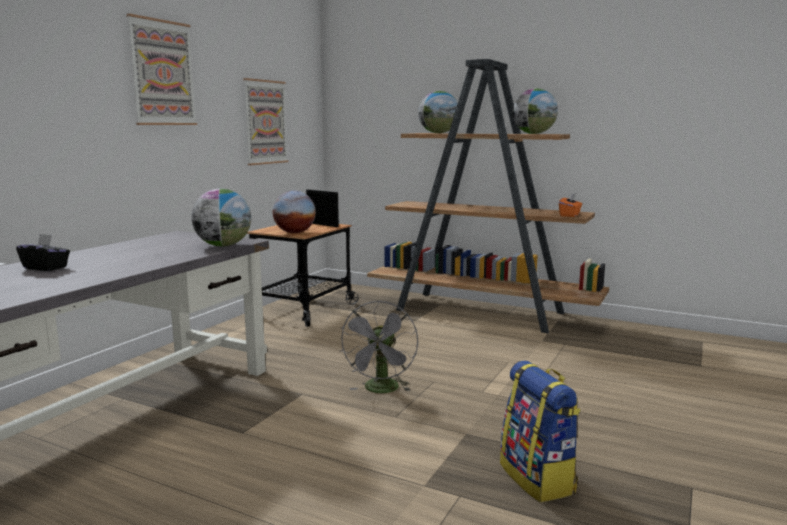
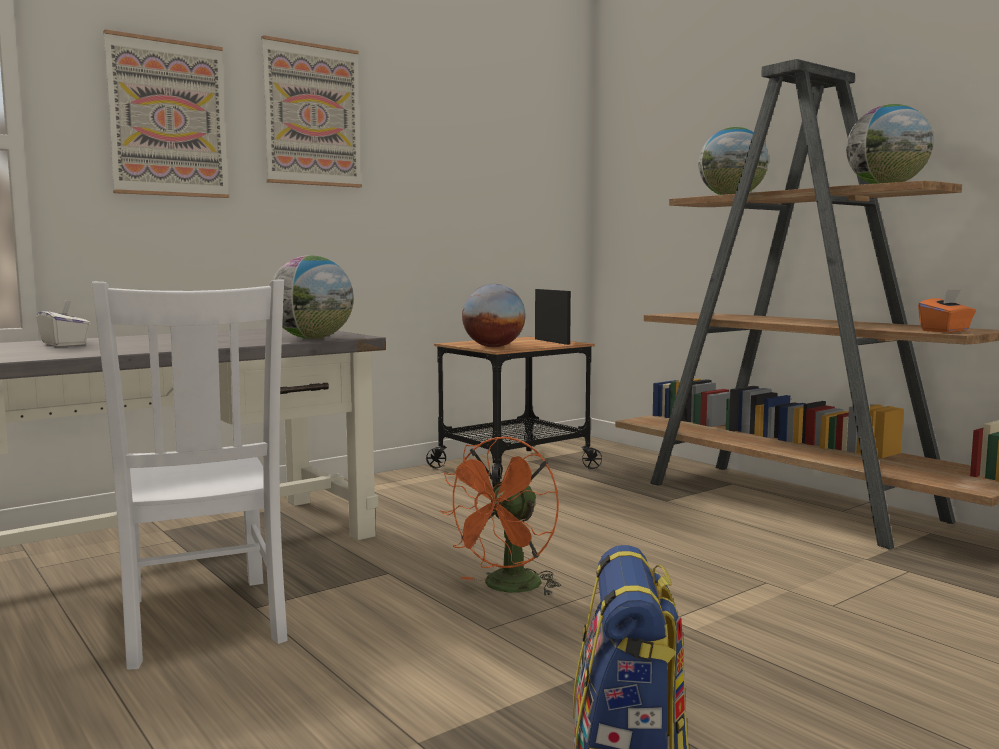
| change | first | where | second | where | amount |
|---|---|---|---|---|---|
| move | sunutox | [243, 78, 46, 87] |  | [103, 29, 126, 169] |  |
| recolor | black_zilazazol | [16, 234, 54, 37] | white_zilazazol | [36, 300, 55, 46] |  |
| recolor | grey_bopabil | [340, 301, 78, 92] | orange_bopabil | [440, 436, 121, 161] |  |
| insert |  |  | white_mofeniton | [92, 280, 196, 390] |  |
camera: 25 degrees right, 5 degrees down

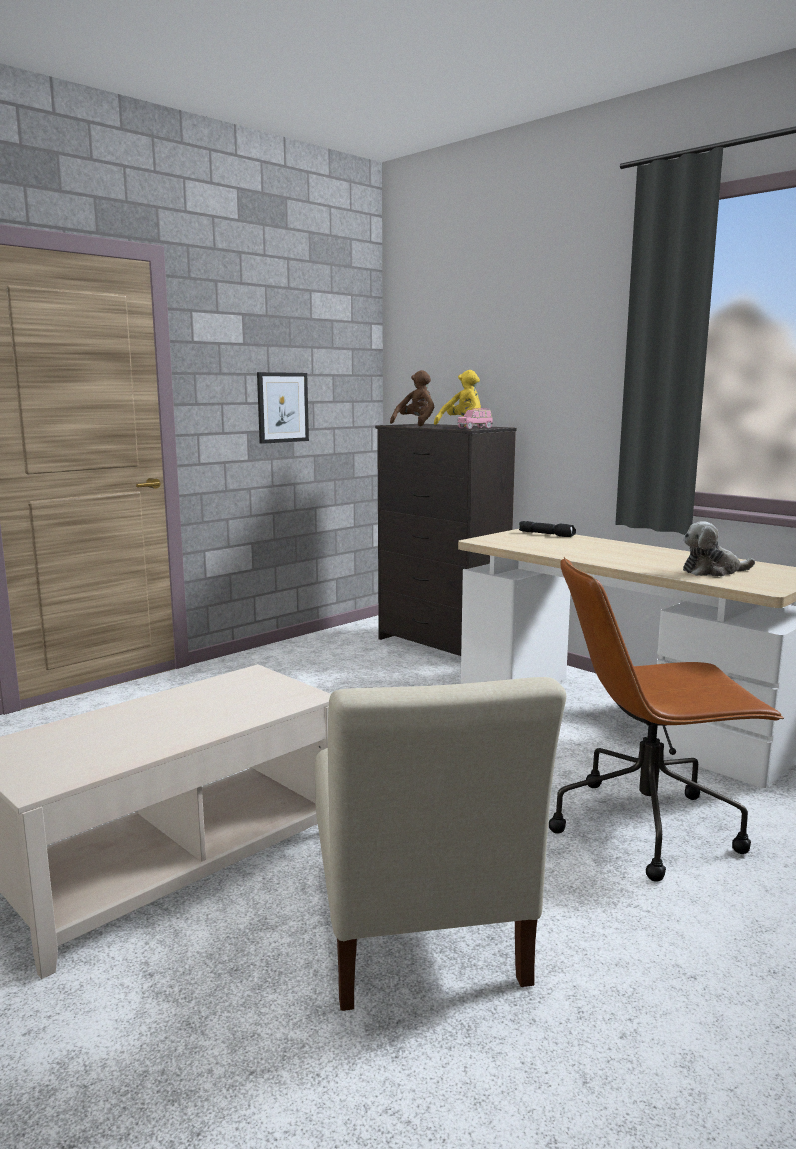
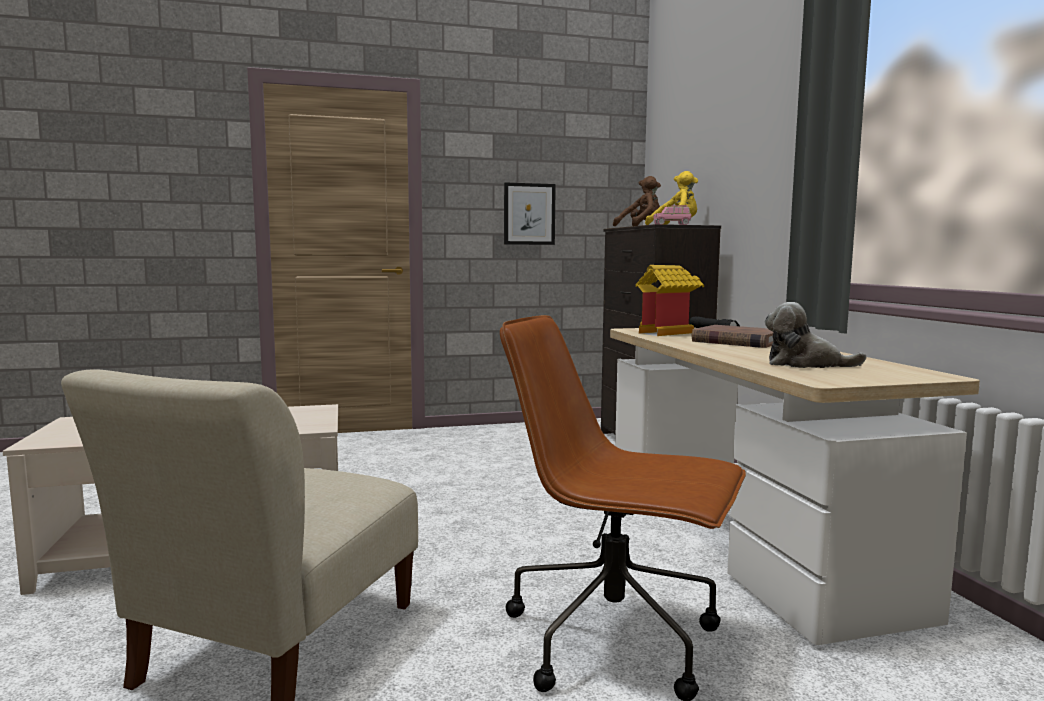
| change | first | where | second | where | amount |
|---|---|---|---|---|---|
| insert |  |  | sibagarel | [636, 265, 68, 71] |  |
| insert |  |  | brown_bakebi | [691, 325, 82, 23] |  |
camera: 30 degrees right, 5 degrees down

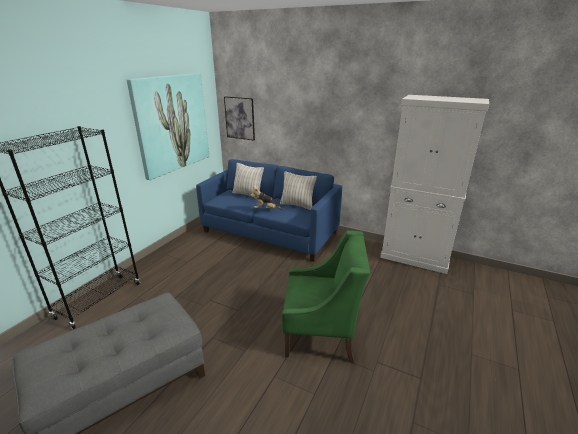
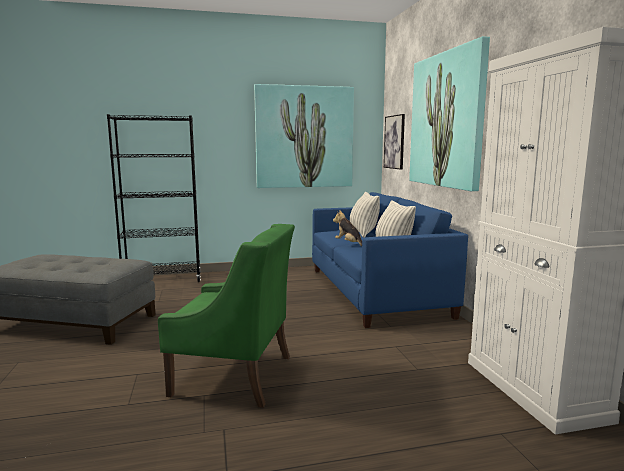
| change | first | where | second | where | amount |
|---|---|---|---|---|---|
| rotate | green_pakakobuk | [281, 230, 89, 133] |  | [158, 224, 137, 184] | 45 degrees counterclockwise |
| insert |  |  | sunutox | [409, 36, 81, 155] |  |
camera: 50 degrees right, 15 degrees down

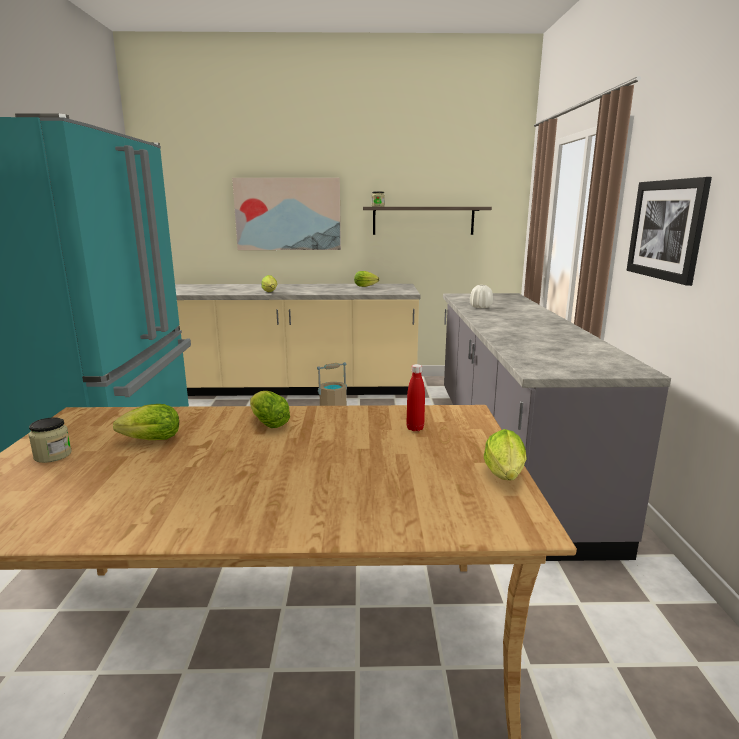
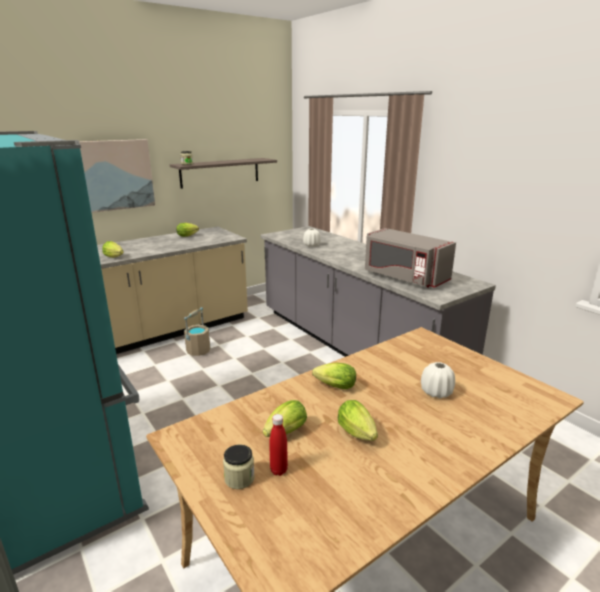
| change | first | where | second | where | amount |
|---|---|---|---|---|---|
| delete | sunutox | [627, 177, 85, 109] |  |  |  |
| move | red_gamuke | [406, 364, 19, 67] |  | [269, 414, 19, 62] |  |
| move | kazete | [484, 429, 42, 51] |  | [338, 400, 40, 41] |  |
| insert |  |  | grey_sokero | [365, 228, 91, 60] |  |
| insert |  |  | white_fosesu | [421, 362, 34, 37] |  |
camera: 35 degrees left, 5 degrees up

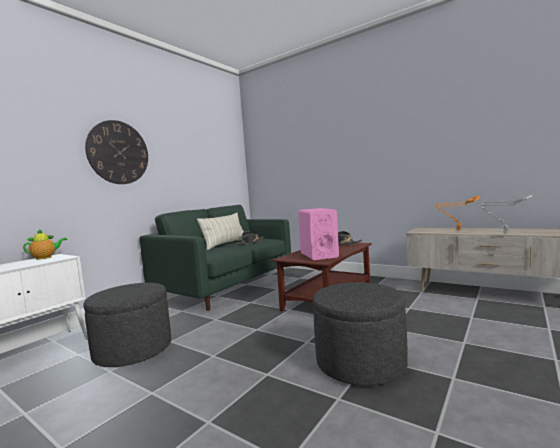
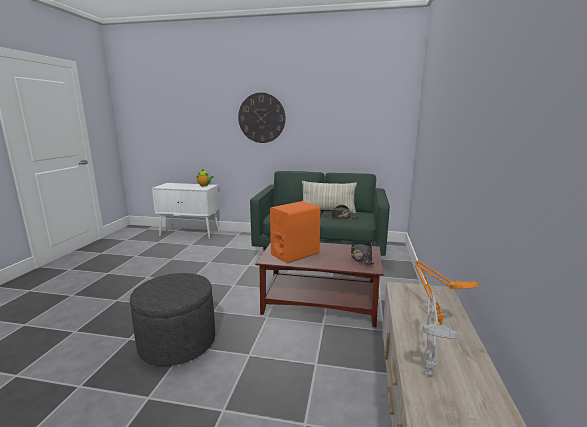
| change | first | where | second | where | amount |
|---|---|---|---|---|---|
| recolor | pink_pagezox | [298, 208, 41, 52] | orange_pagezox | [270, 201, 50, 63] |  |
| delete | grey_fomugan | [83, 283, 88, 84] |  |  |  |
camera: 65 degrees right, 10 degrees up

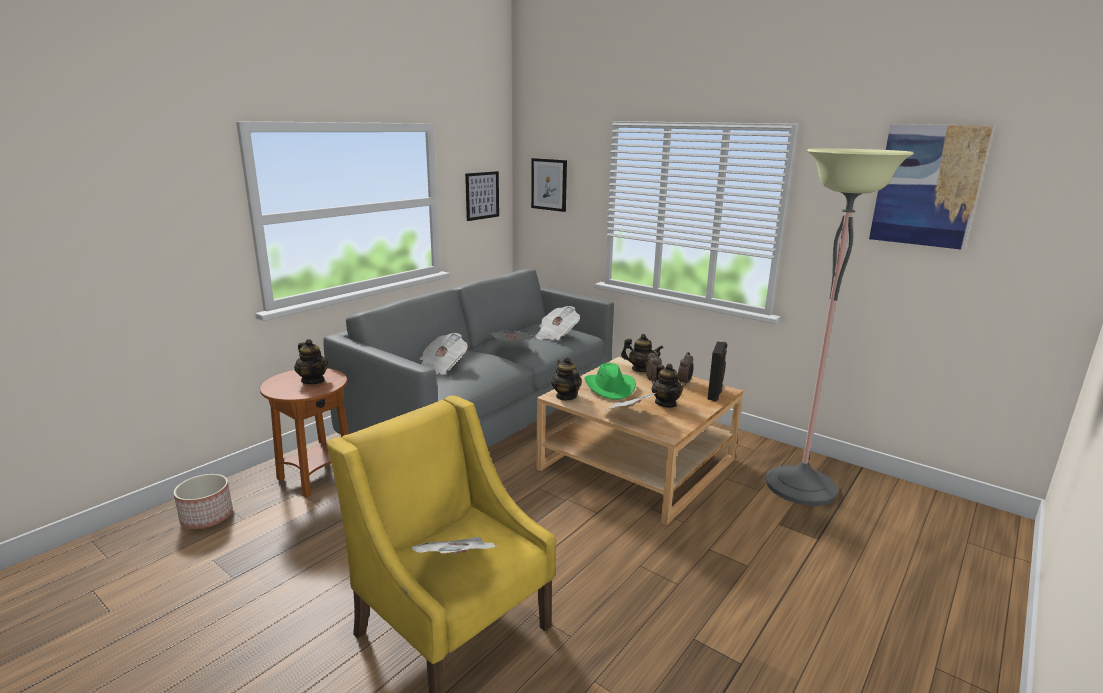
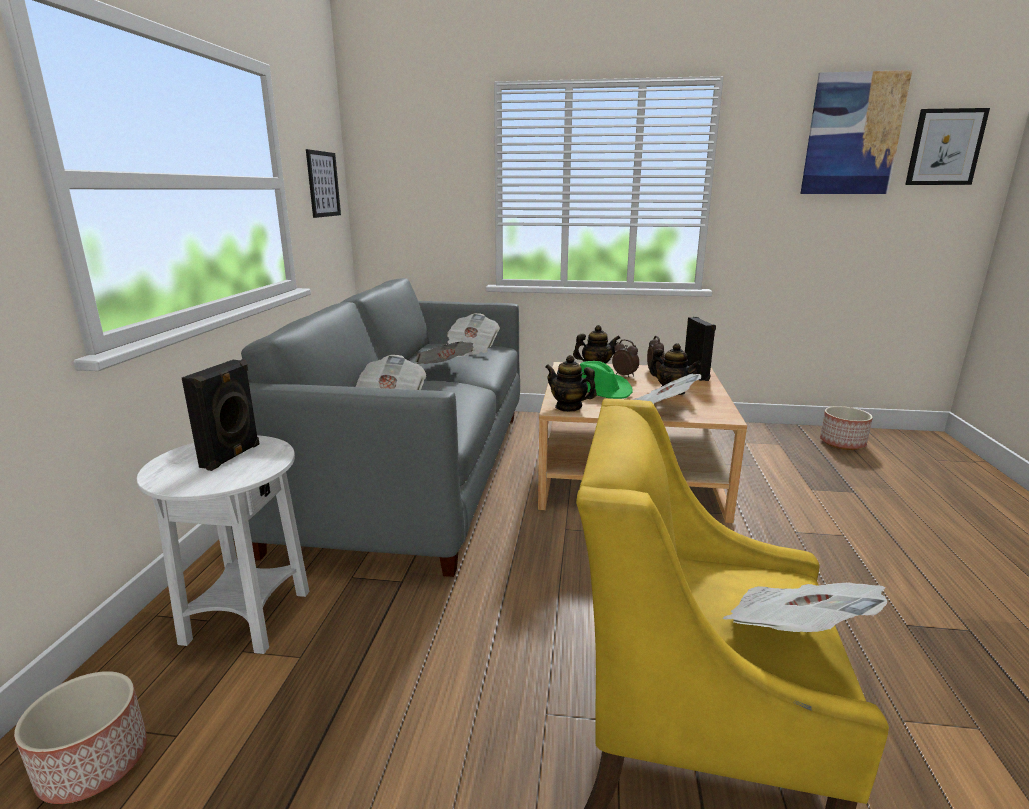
| change | first | where | second | where | amount |
|---|---|---|---|---|---|
| delete | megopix | [766, 148, 148, 358] |  |  |  |
| move | sunutox | [531, 158, 36, 54] |  | [905, 108, 85, 77] |  |
| replace | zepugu | [294, 339, 34, 45] | black_pagezox | [182, 359, 77, 112] |  |
| recolor | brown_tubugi | [260, 368, 89, 129] | white_tubugi | [137, 435, 172, 219] |  |
| insert |  |  | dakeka | [820, 406, 53, 44] |  |
camera: 30 degrees left, 0 degrees up

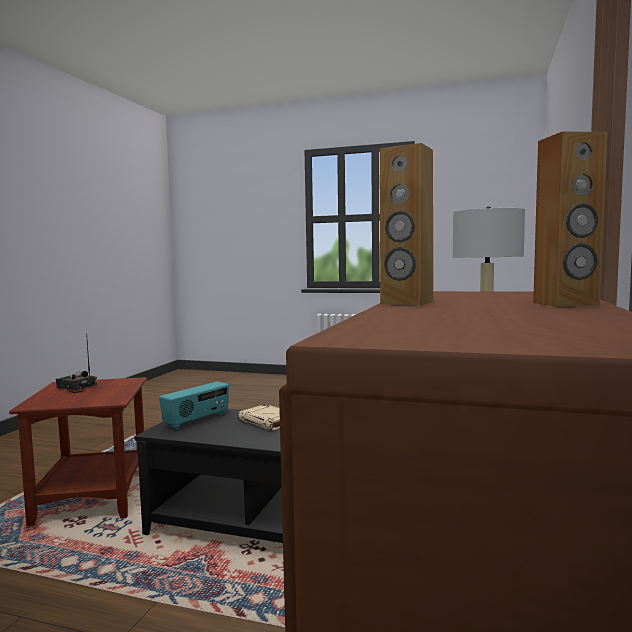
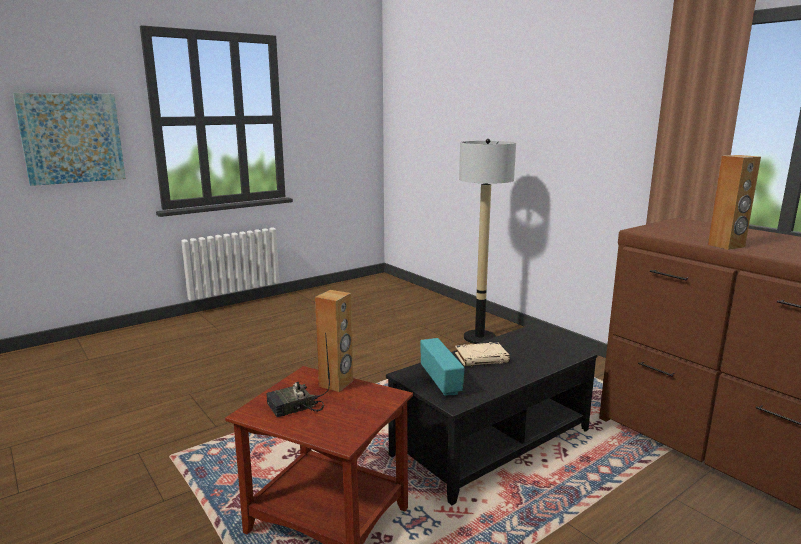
| change | first | where | second | where | amount |
|---|---|---|---|---|---|
| move | brown_pagezox | [533, 131, 74, 176] |  | [315, 290, 38, 102] |  |
| insert |  |  | sunutox | [13, 93, 113, 93] |  |
camera: 55 degrees left, 10 degrees up

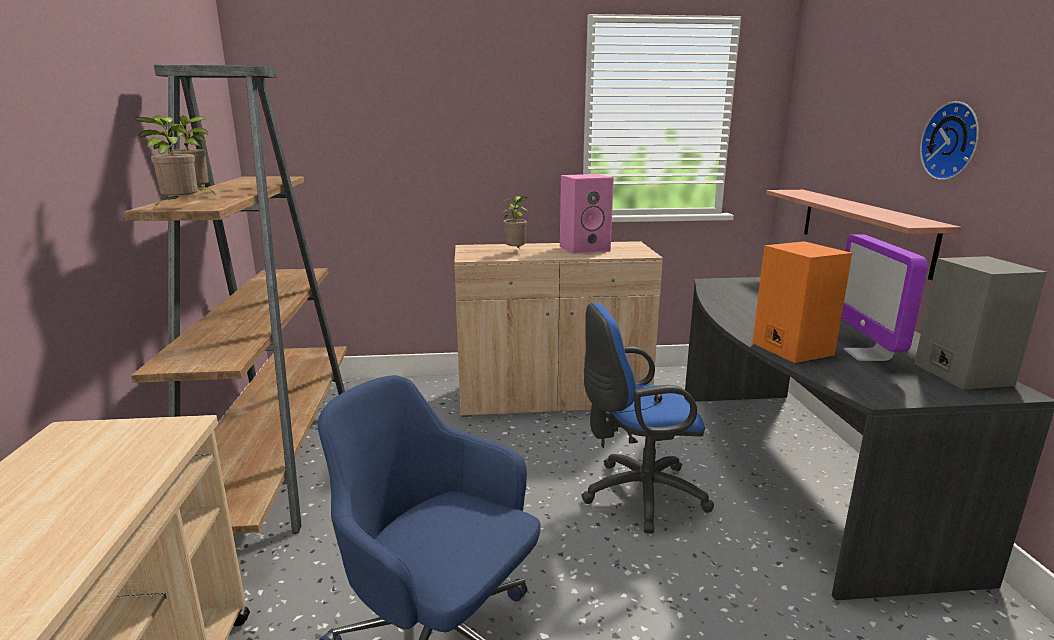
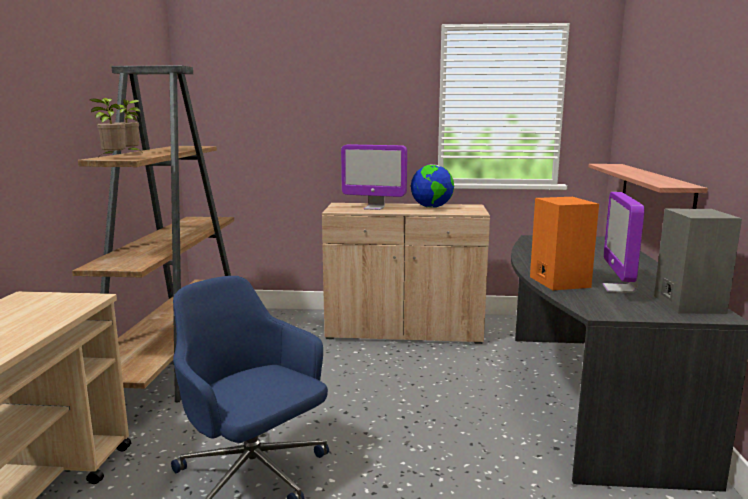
| change | first | where | second | where | amount |
|---|---|---|---|---|---|
| delete | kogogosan | [920, 101, 59, 79] |  |  |  |
| replace | pink_pagezox | [560, 174, 54, 80] | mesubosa | [411, 164, 43, 44] |  |
| replace | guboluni | [502, 196, 25, 53] | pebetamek | [341, 145, 66, 65] |  |
| delete | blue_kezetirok | [581, 303, 133, 230] |  |  |  |
camera: 10 degrees right, 5 degrees down

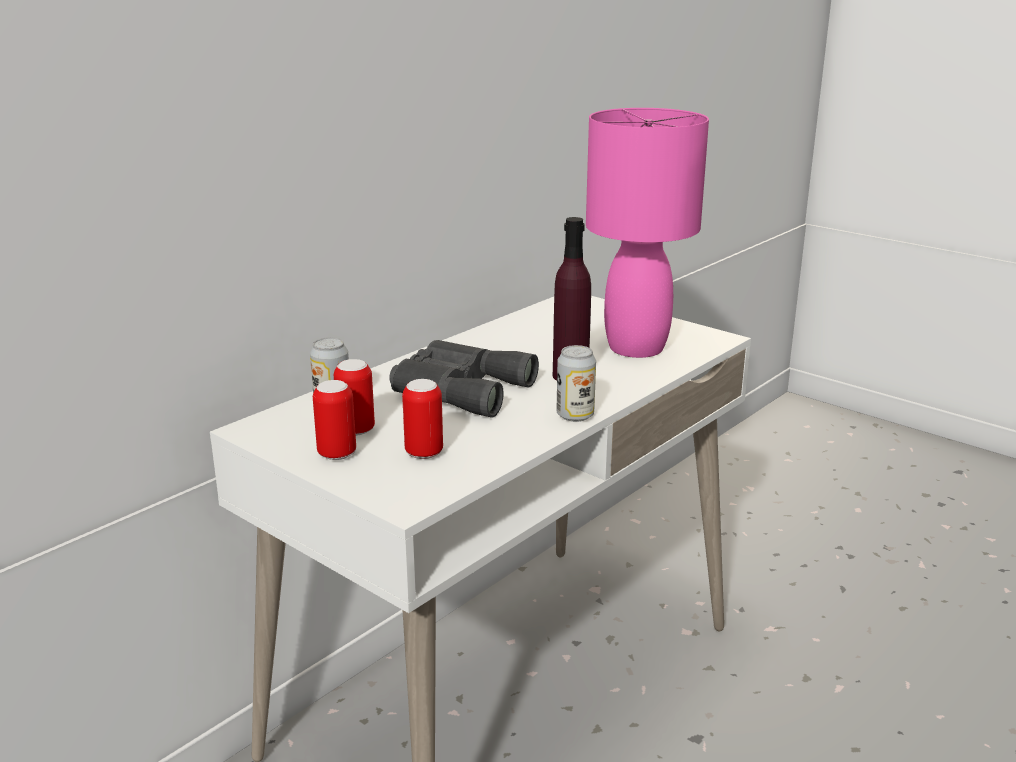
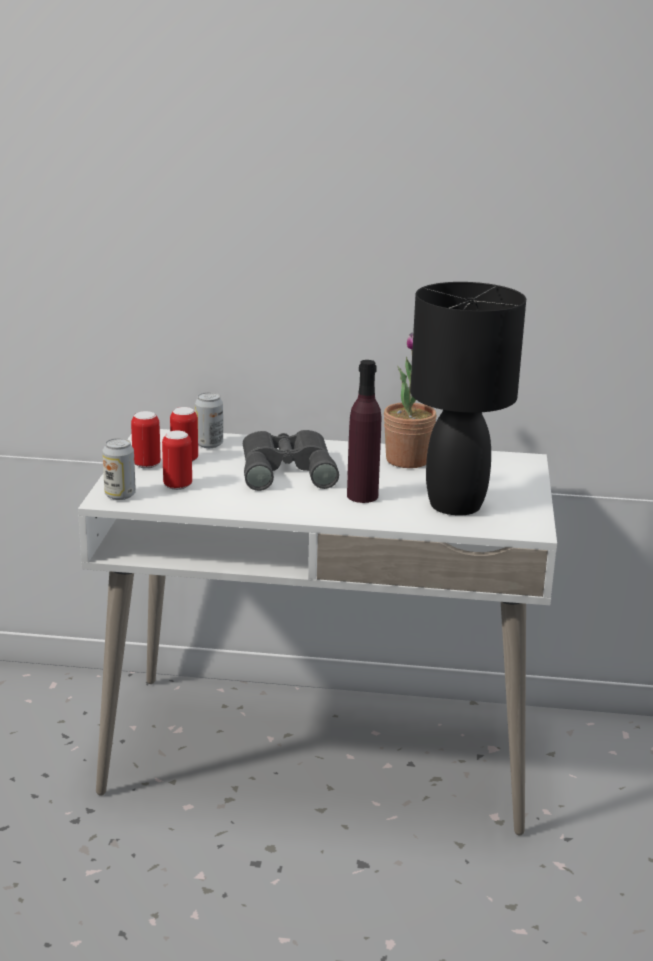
| change | first | where | second | where | amount |
|---|---|---|---|---|---|
| recolor | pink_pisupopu | [586, 108, 123, 250] | black_pisupopu | [410, 282, 116, 234] |  |
| move | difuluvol | [557, 345, 39, 77] |  | [102, 438, 34, 62] |  |
| insert |  |  | guboluni | [384, 333, 53, 135] |  |
camera: 55 degrees right, 0 degrees up

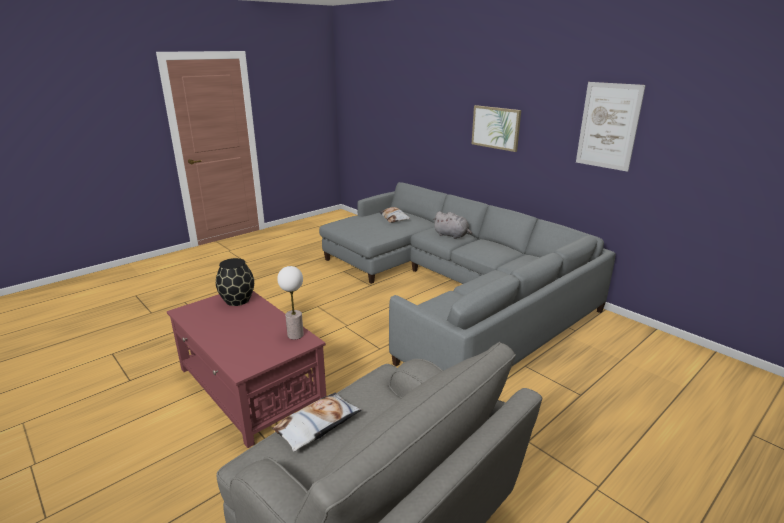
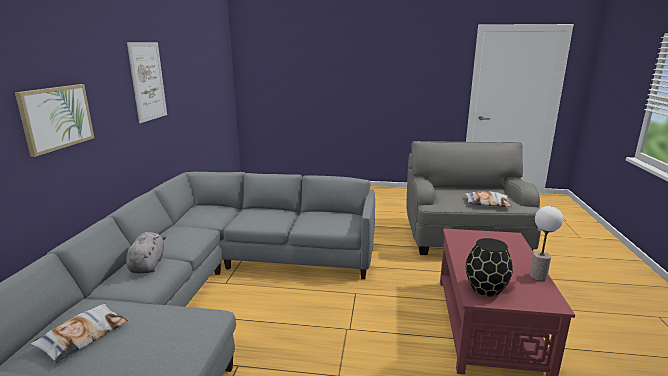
| change | first | where | second | where | amount |
|---|---|---|---|---|---|
| move | pisupopu | [277, 266, 27, 74] |  | [530, 206, 33, 75] |  |
camera: 130 degrees left, 5 degrees down

